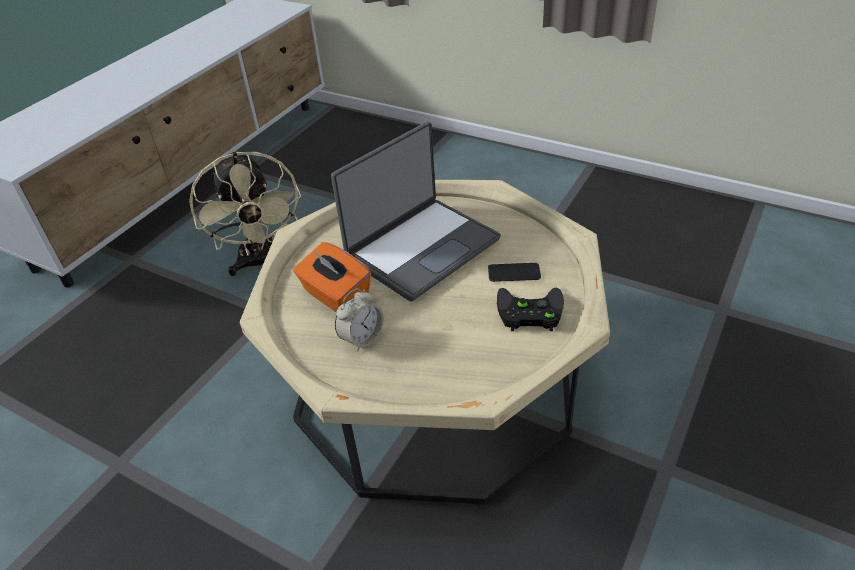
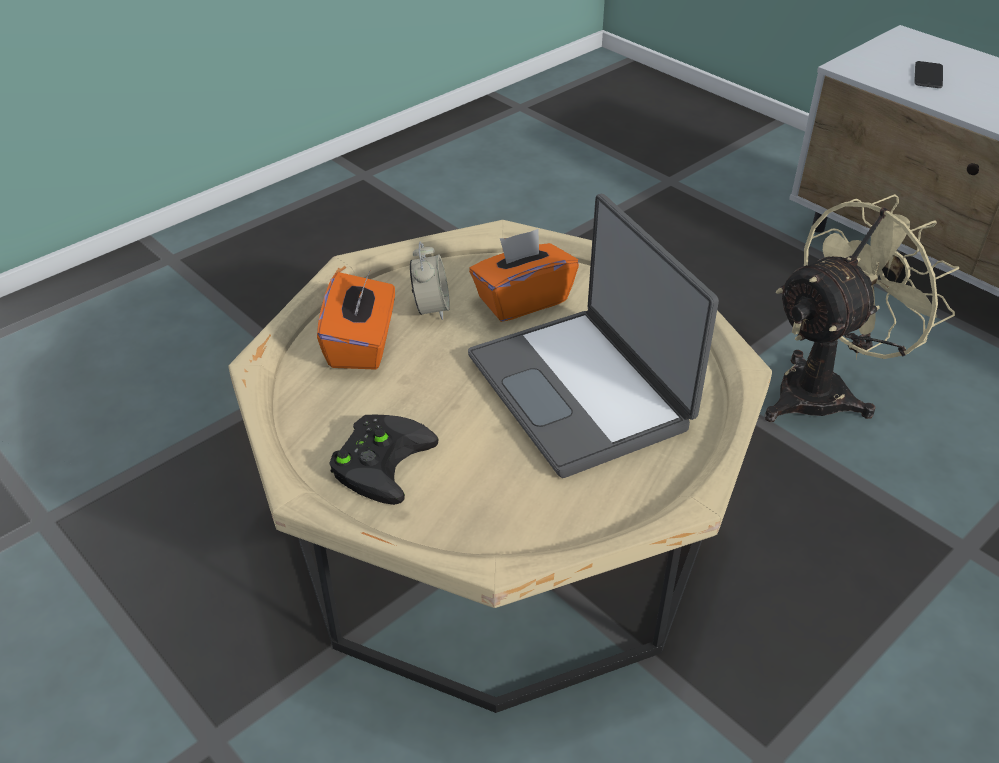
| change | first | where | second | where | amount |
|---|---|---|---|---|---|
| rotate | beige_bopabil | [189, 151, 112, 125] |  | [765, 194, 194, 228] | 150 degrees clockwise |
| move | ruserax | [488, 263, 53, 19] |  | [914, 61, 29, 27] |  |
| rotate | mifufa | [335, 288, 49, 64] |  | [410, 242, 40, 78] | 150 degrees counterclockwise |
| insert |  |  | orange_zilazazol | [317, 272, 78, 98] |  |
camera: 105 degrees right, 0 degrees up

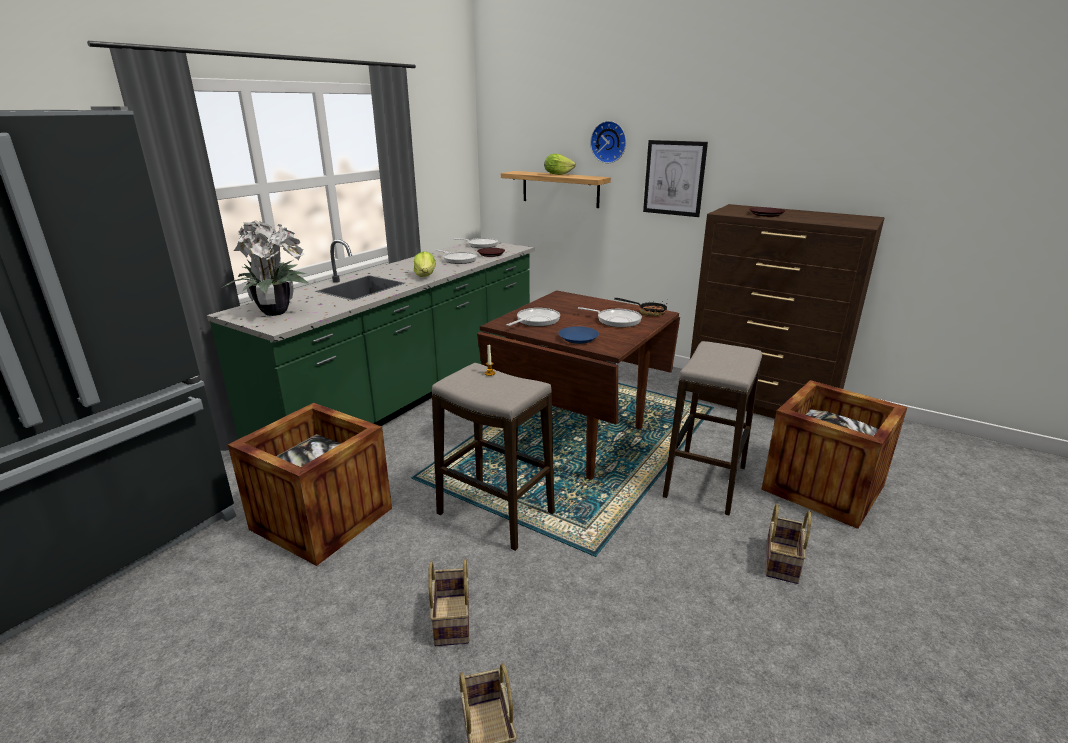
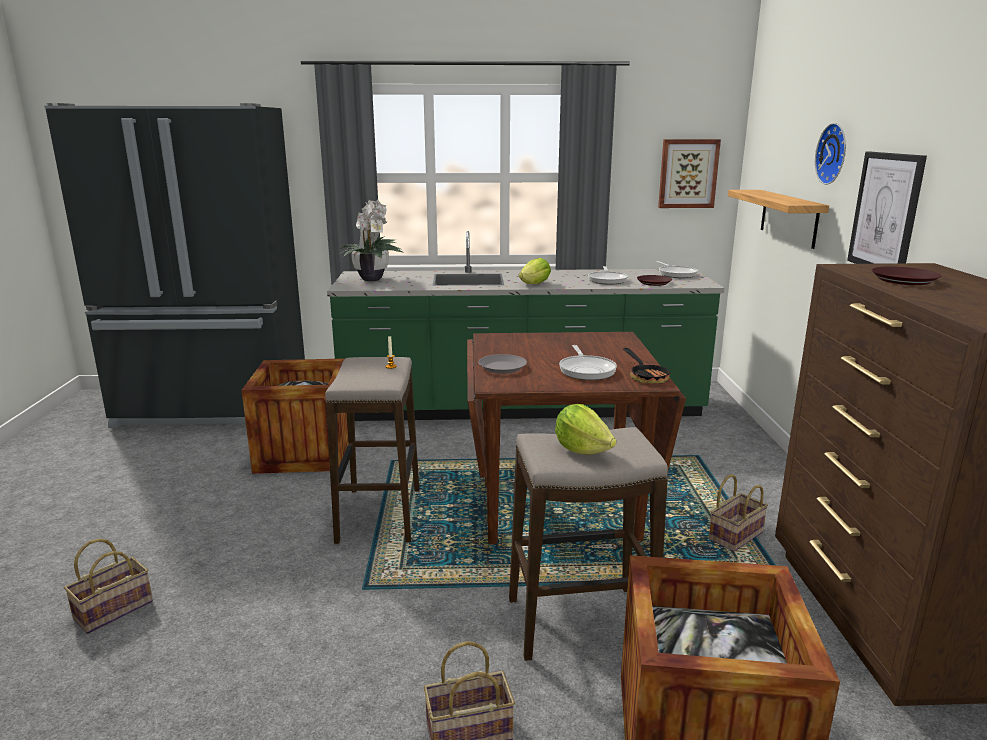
| change | first | where | second | where | amount |
|---|---|---|---|---|---|
| move | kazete | [544, 154, 32, 21] |  | [555, 404, 61, 51] |  |
| delete | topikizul | [507, 308, 53, 19] |  |  |  |
| recolor | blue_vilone | [559, 326, 40, 18] | grey_vilone | [478, 354, 49, 20] |  |
| move | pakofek | [428, 559, 41, 87] |  | [708, 474, 60, 77] |  |
| insert |  |  | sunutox | [658, 139, 63, 69] |  |
camera: 55 degrees right, 5 degrees down

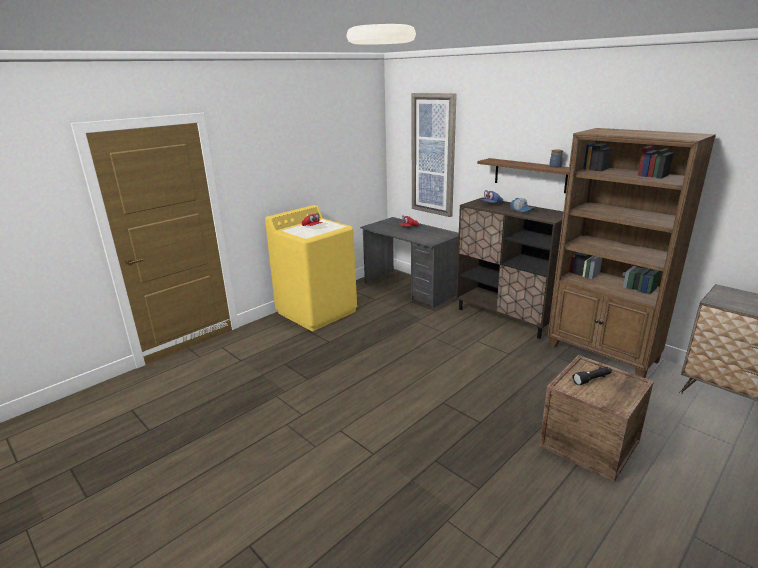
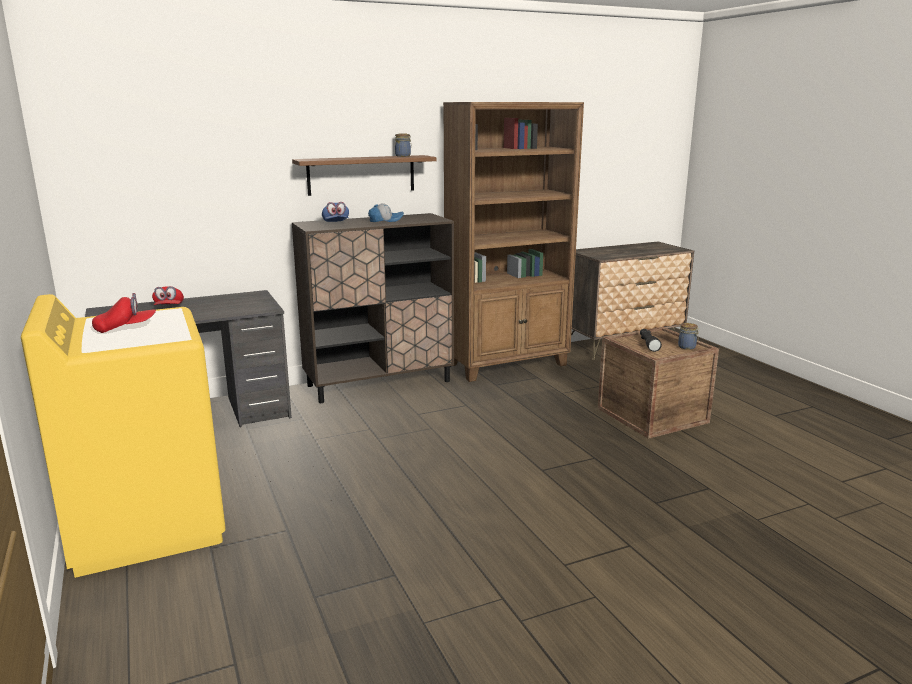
| change | first | where | second | where | amount |
|---|---|---|---|---|---|
| delete | sunutox | [412, 93, 45, 124] |  |  |  |
| insert |  |  | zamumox | [678, 323, 21, 27] |  |
camera: 70 degrees left, 5 degrees down

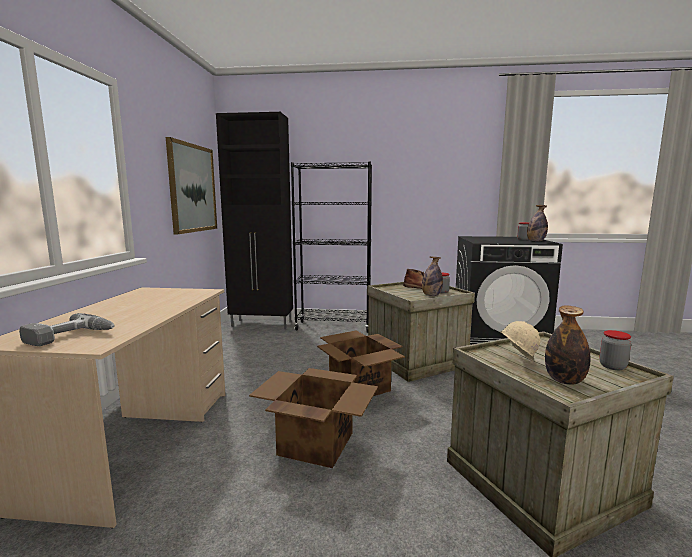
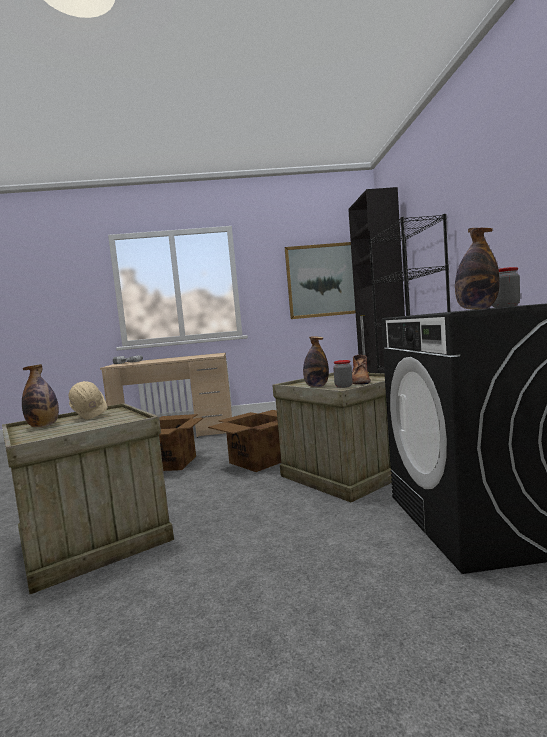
| change | first | where | second | where | amount |
|---|---|---|---|---|---|
| delete | zamumox | [599, 330, 32, 40] |  |  |  |
camera: 80 degrees right, 5 degrees down

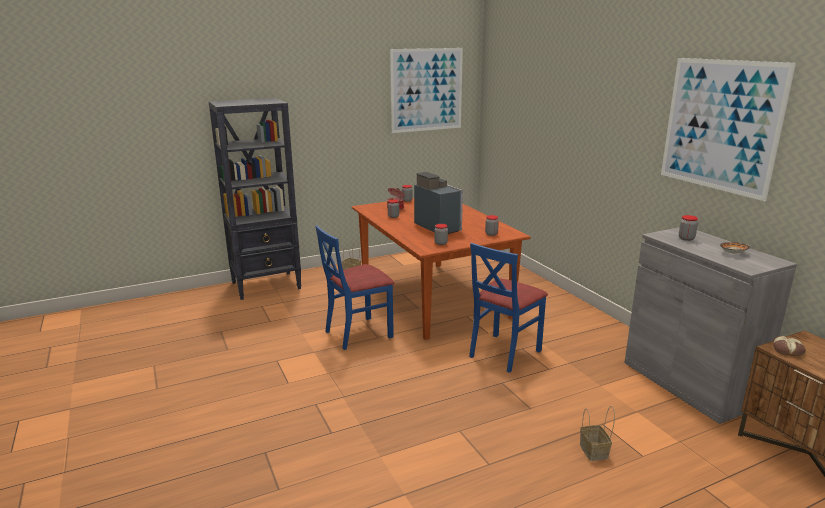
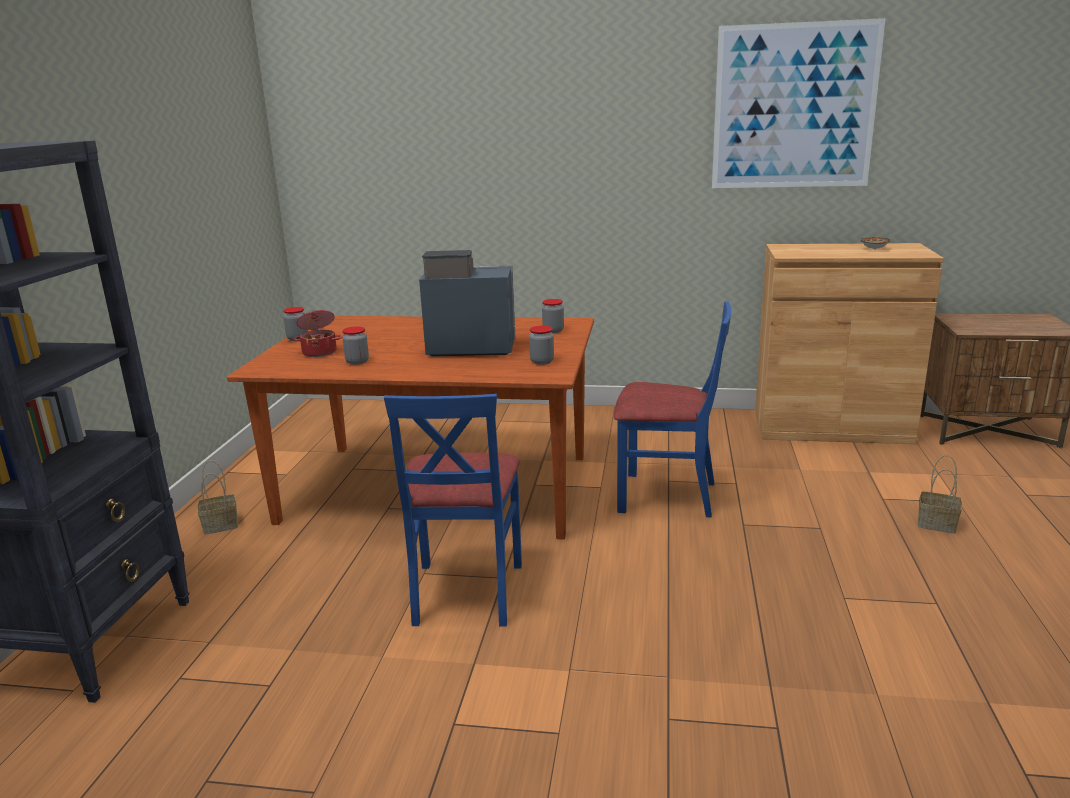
| change | first | where | second | where | amount |
|---|---|---|---|---|---|
| delete | sunutox | [390, 48, 73, 85] |  |  |  |
| delete | zamumox | [679, 215, 19, 26] |  |  |  |
| recolor | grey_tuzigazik | [624, 227, 173, 197] | brown_tuzigazik | [755, 243, 189, 201] |  |
| rotate | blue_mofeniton | [469, 243, 79, 130] |  | [614, 301, 117, 217] | 60 degrees counterclockwise |
| delete | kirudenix | [773, 336, 33, 20] |  |  |  |
camera: 55 degrees left, 0 degrees up

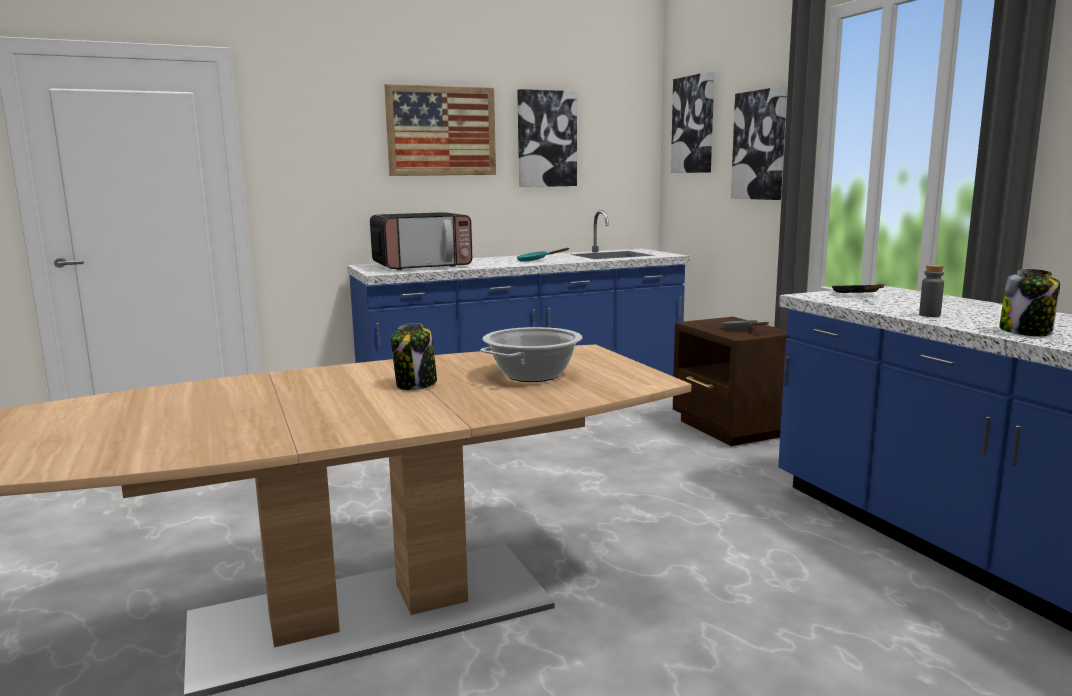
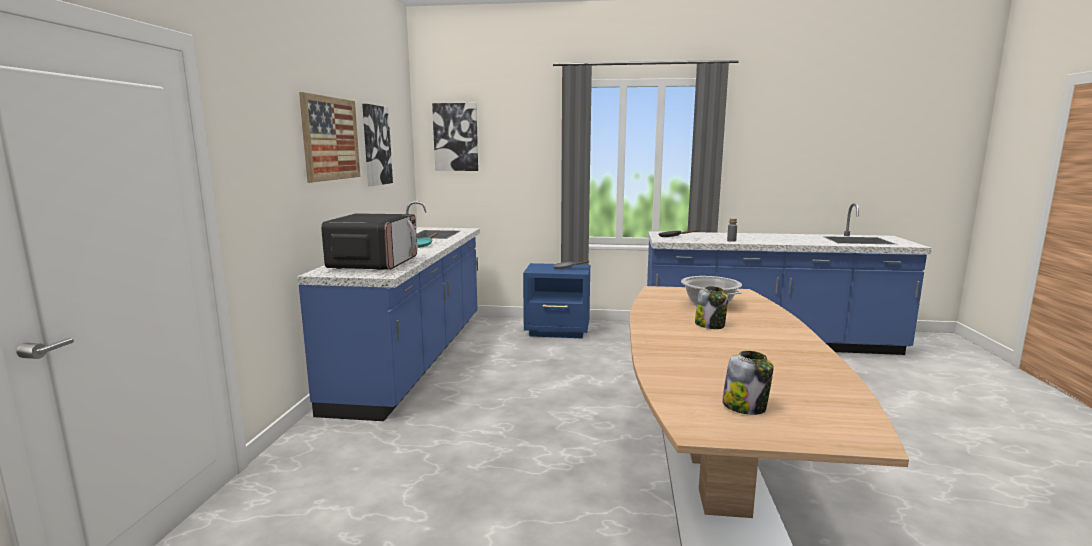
| change | first | where | second | where | amount |
|---|---|---|---|---|---|
| delete | sunutox | [731, 86, 56, 114] |  |  |  |
| move | zamumox | [999, 269, 61, 67] |  | [722, 350, 52, 65] |  |
| recolor | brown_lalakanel | [673, 317, 117, 129] | blue_lalakanel | [523, 263, 67, 75] |  |
camera: 60 degrees left, 0 degrees up

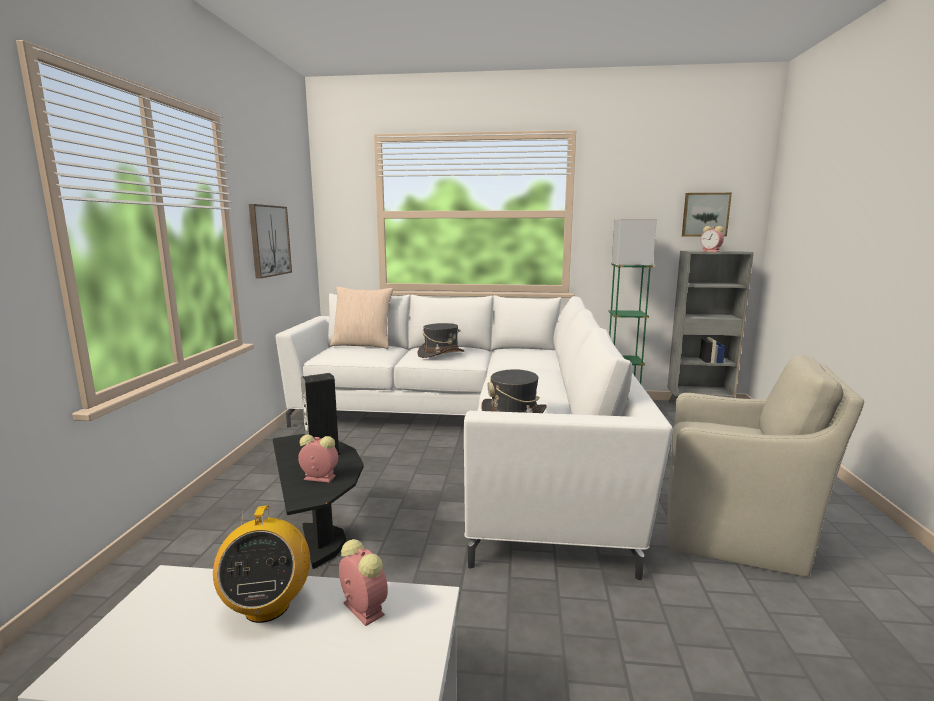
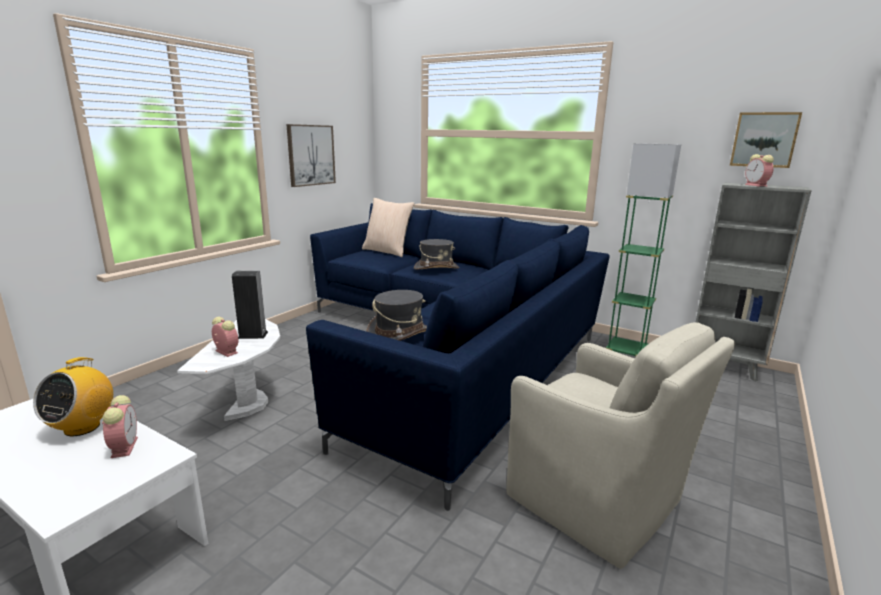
| change | first | where | second | where | amount |
|---|---|---|---|---|---|
| recolor | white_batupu | [275, 293, 398, 287] | blue_batupu | [306, 203, 303, 308] |  |
| recolor | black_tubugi | [273, 434, 91, 135] | white_tubugi | [177, 319, 103, 102] |  |
camera: 25 degrees right, 5 degrees up

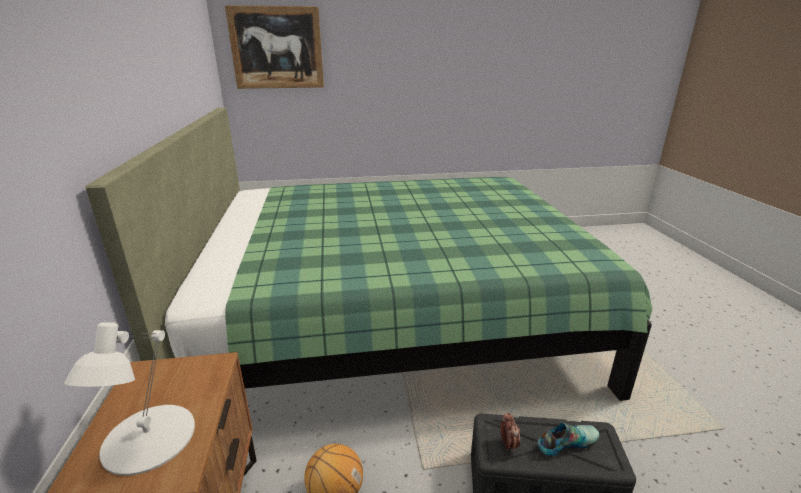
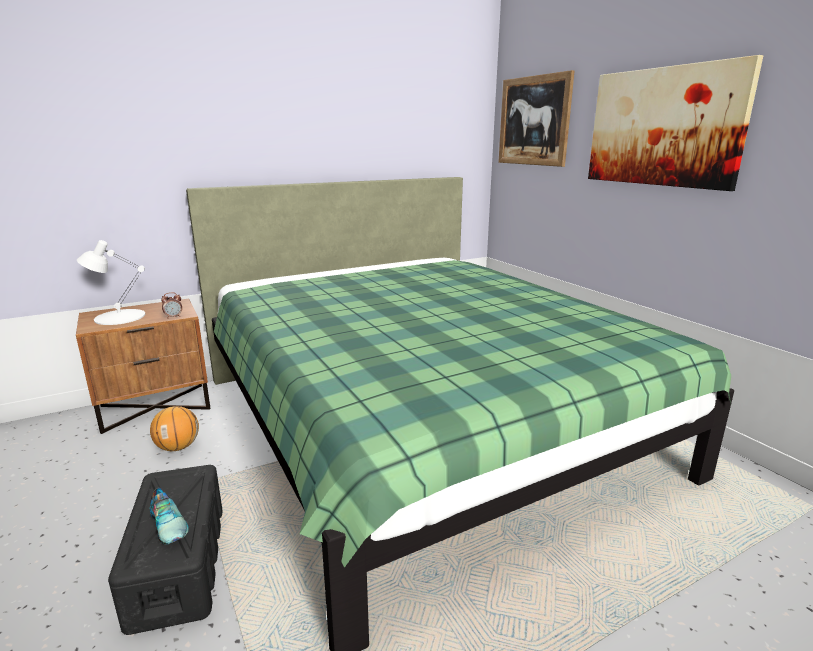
| change | first | where | second | where | amount |
|---|---|---|---|---|---|
| move | mifufa | [500, 412, 20, 39] |  | [161, 292, 21, 27] |  |
| insert |  |  | sunutox | [588, 55, 175, 136] |  |
camera: 70 degrees right, 5 degrees down

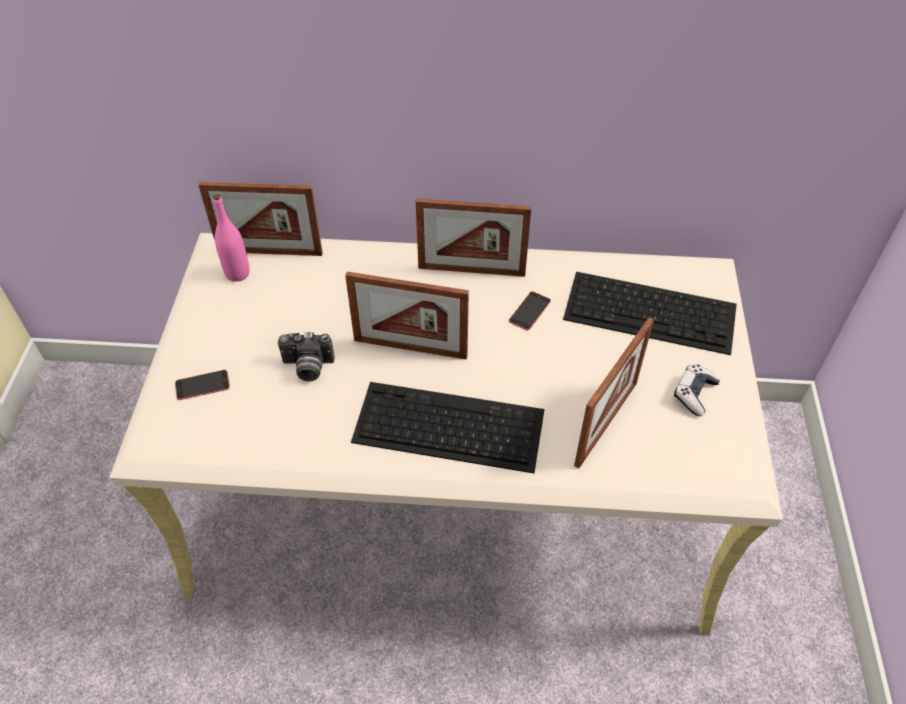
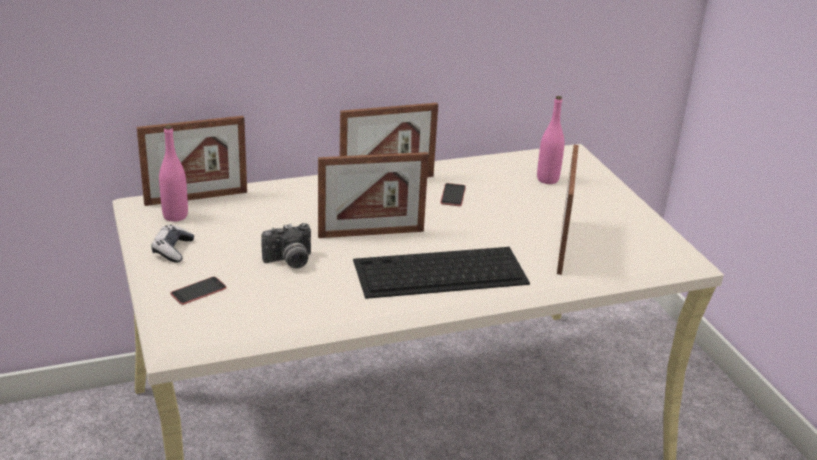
| change | first | where | second | where | amount |
|---|---|---|---|---|---|
| replace | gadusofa | [563, 272, 174, 83] | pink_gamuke | [537, 96, 28, 88] |  |
| move | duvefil | [674, 364, 46, 52] |  | [151, 225, 43, 38] |  |
camera: 25 degrees left, 20 degrees down

